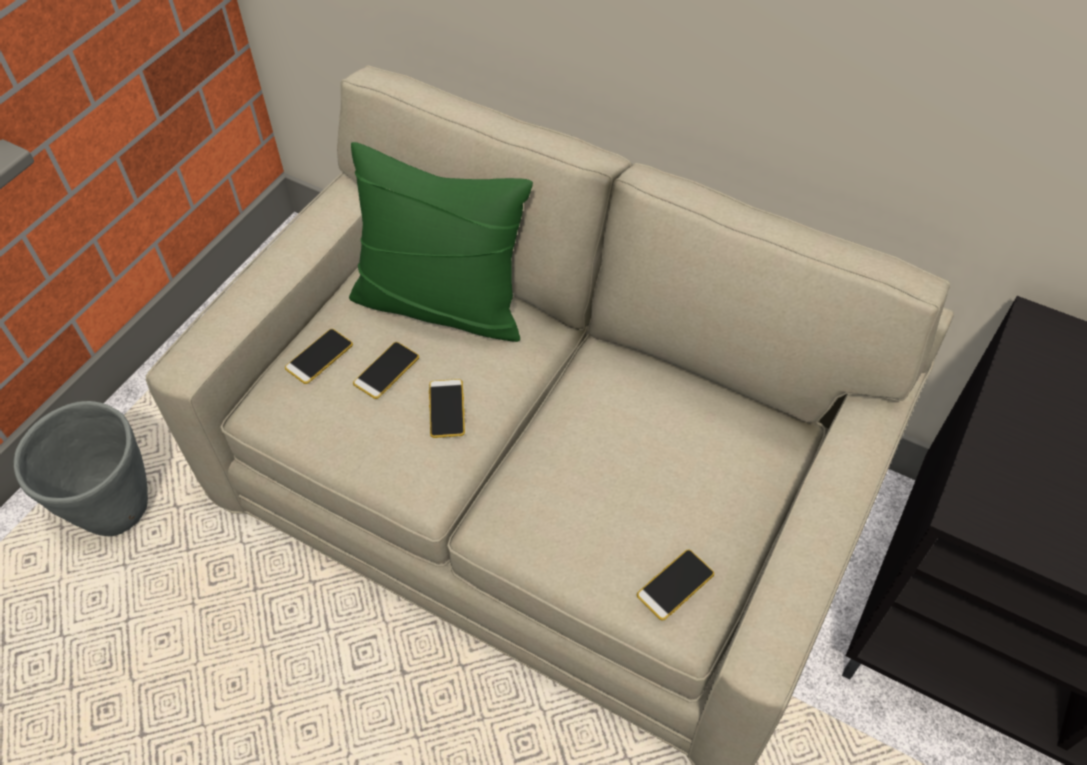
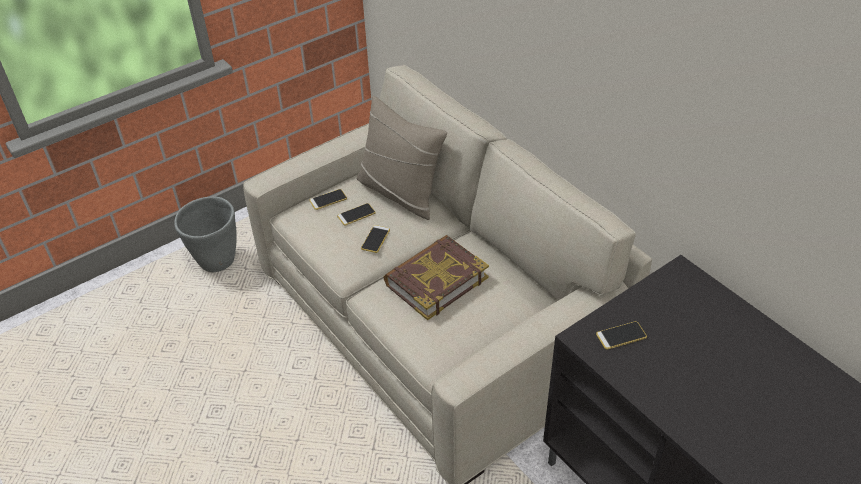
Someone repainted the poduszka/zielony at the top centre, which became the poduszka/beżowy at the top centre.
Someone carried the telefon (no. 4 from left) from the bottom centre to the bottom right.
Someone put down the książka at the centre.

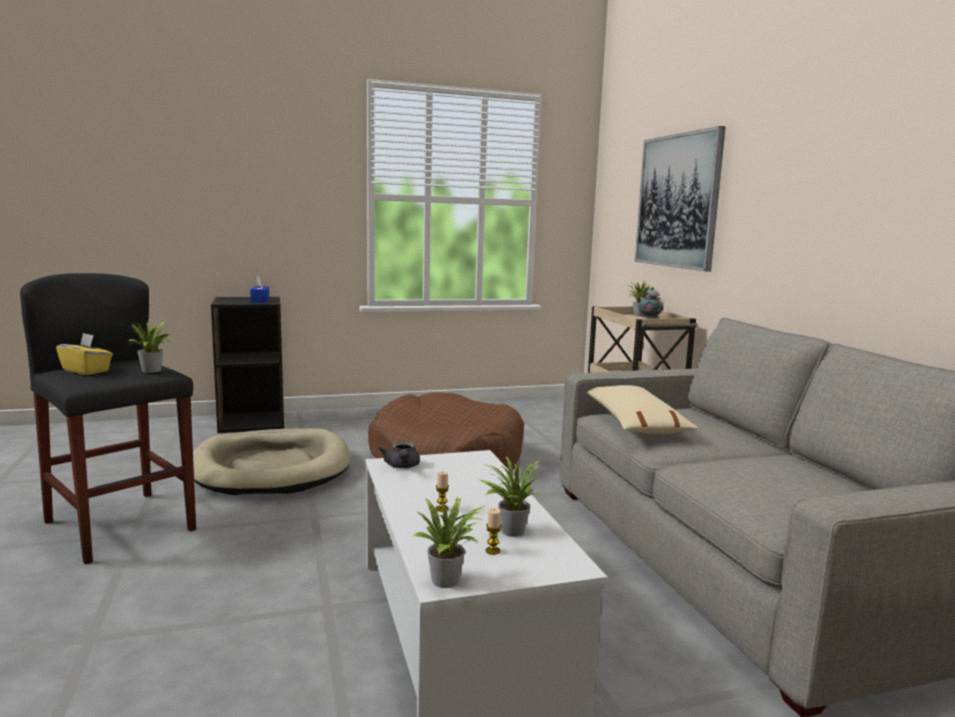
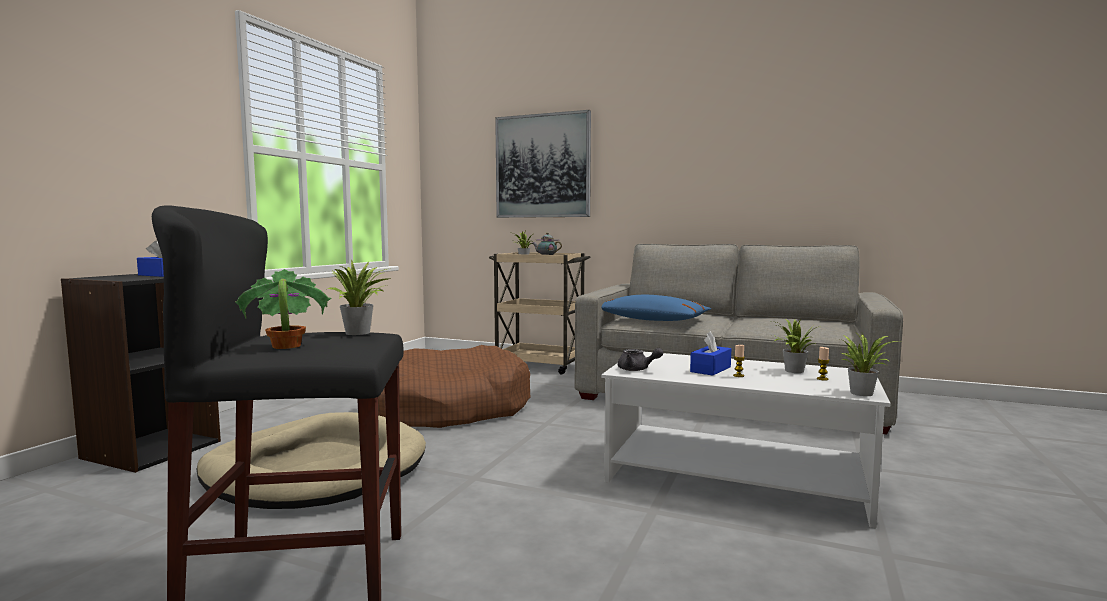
Someone swapped the pudełko chusteczek/żółty at the middle left for the roślina doniczkowa (no. 1 from left) at the middle left.
Someone repainted the poduszka/beżowy at the middle right, which became the poduszka/niebieski at the centre.
Someone put down the pudełko chusteczek/niebieski (no. 2 from left) at the centre.

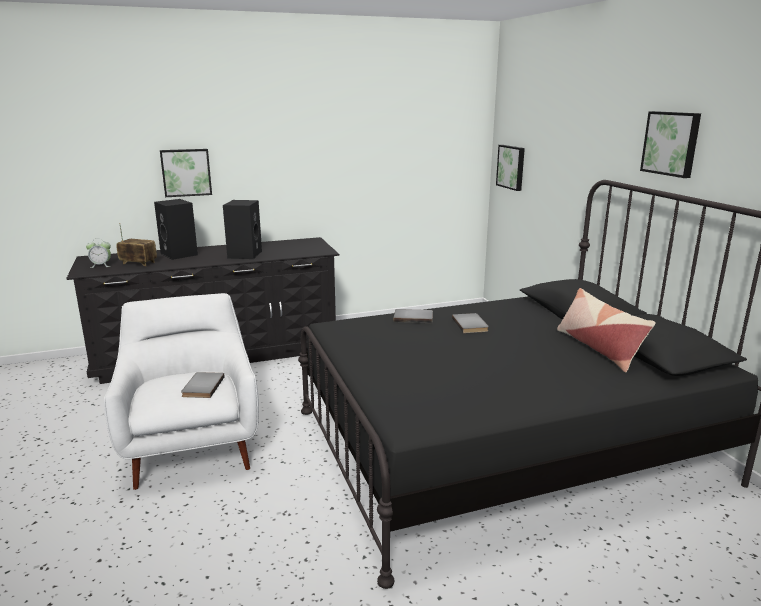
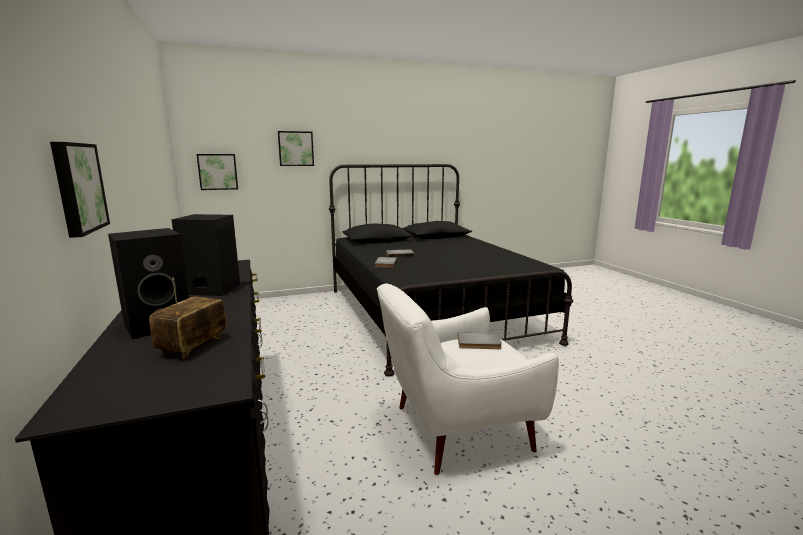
Someone took away the budzik at the middle left.
Someone took away the poduszka at the middle right.
Someone carried the obraz (no. 3 from left) from the top right to the top centre.

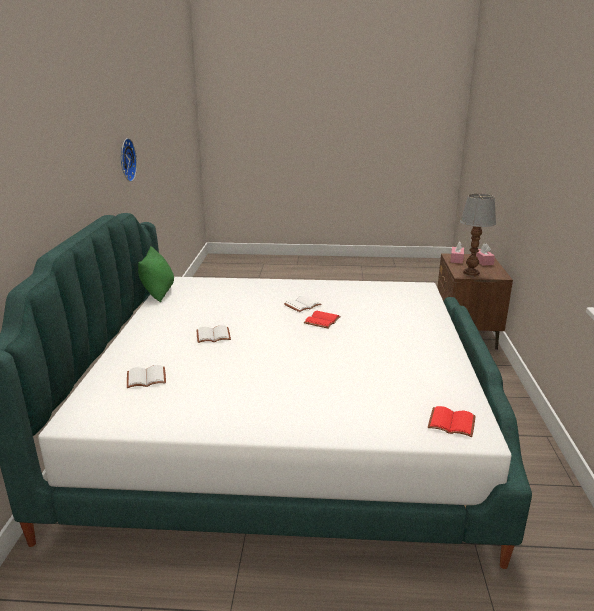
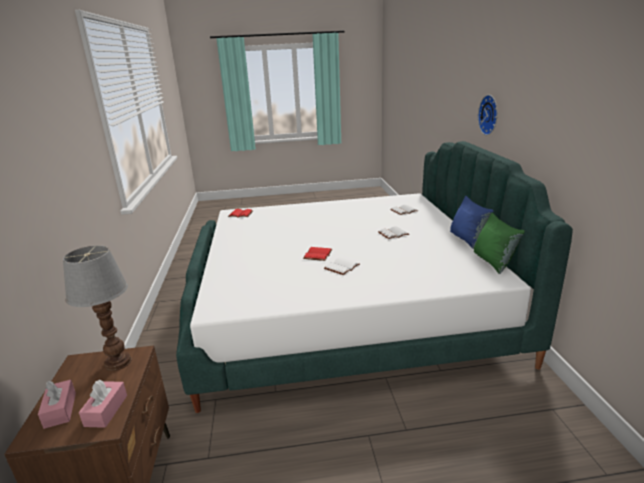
Someone carried the zegar ścienny from the top left to the top right.
Someone put down the poduszka/niebieski at the middle right.

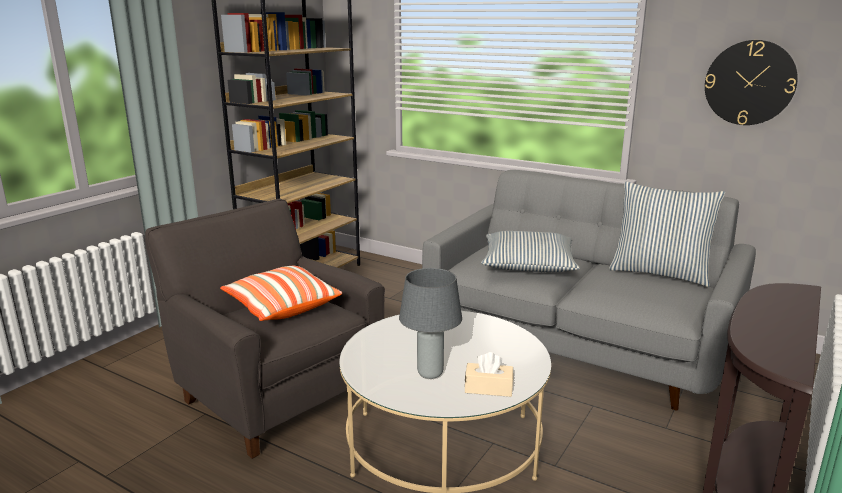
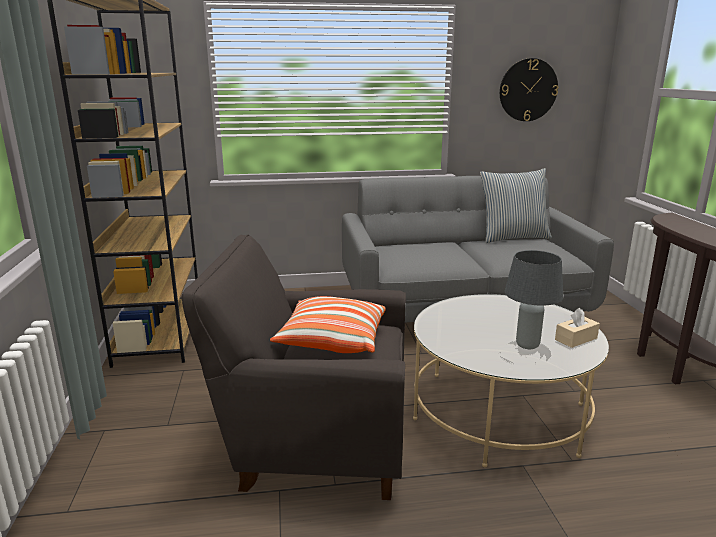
Someone took away the poduszka (no. 2 from left) at the centre.

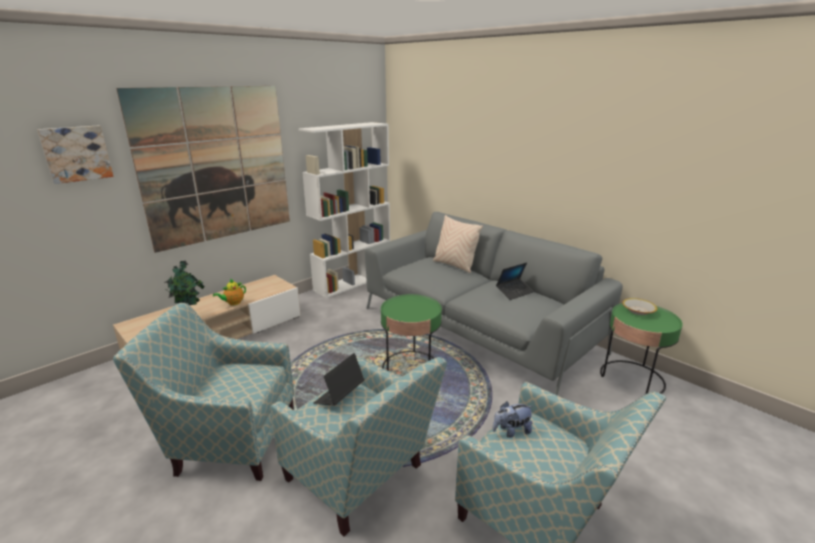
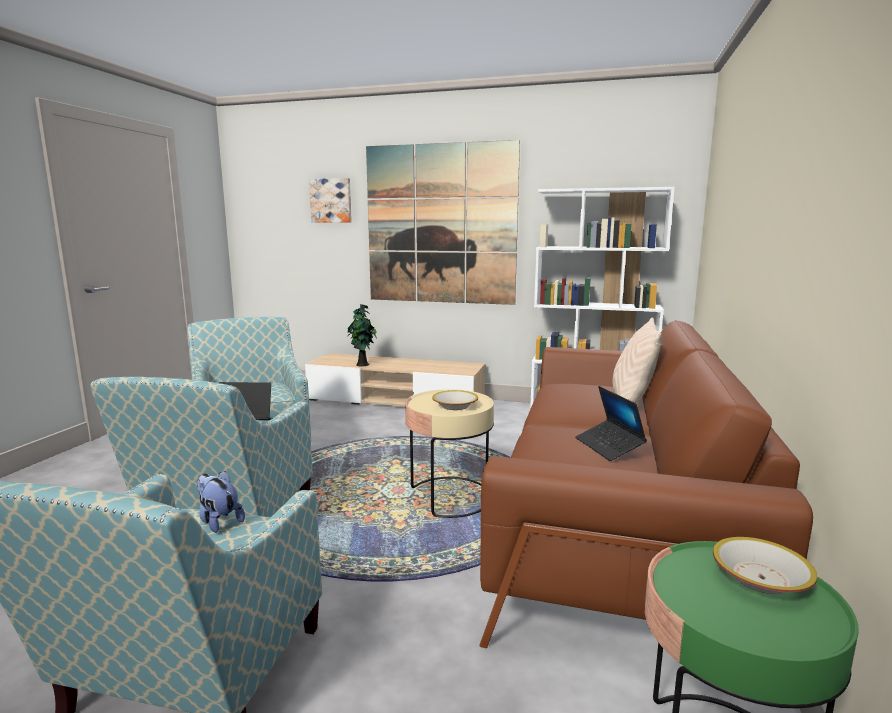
Someone took away the imbryk at the middle left.
Someone repainted the kanapa/szary at the centre, which became the kanapa/brązowy at the bottom right.
Someone repainted the stolik/zielony (no. 1 from left) at the centre, which became the stolik/beżowy at the centre.
Someone rotated the laptop (no. 2 from left) at the centre by 45 degrees clockwise.
Someone put down the miska (no. 1 from left) at the centre.

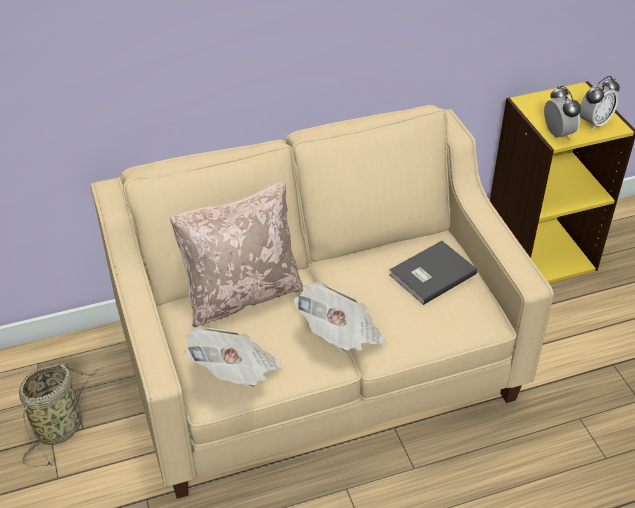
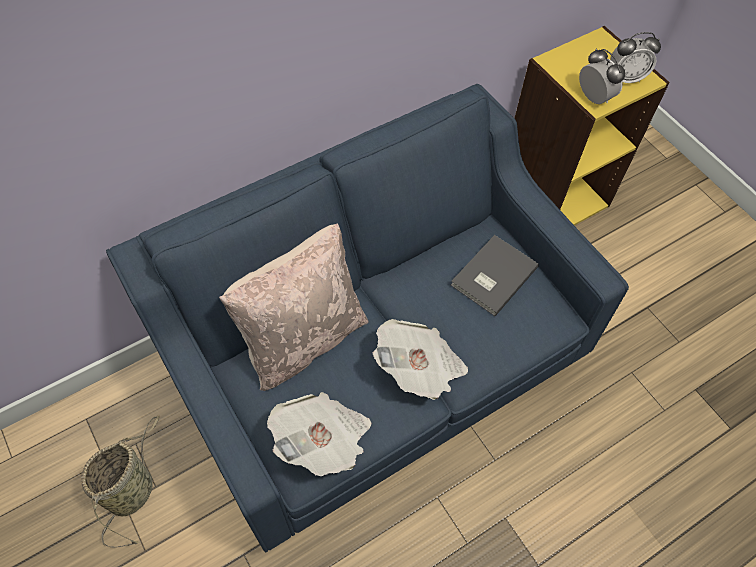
Someone repainted the kanapa/beżowy at the centre, which became the kanapa/niebieski at the centre.
Someone rotated the budzik (no. 2 from left) at the top right by 45 degrees clockwise.

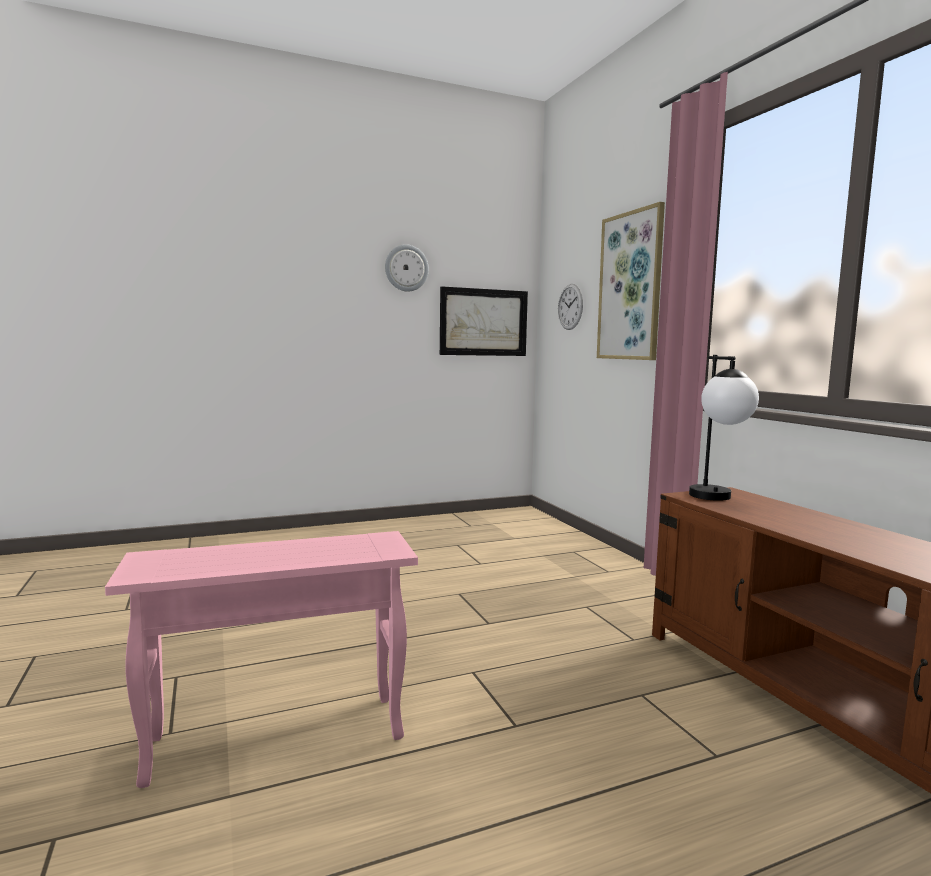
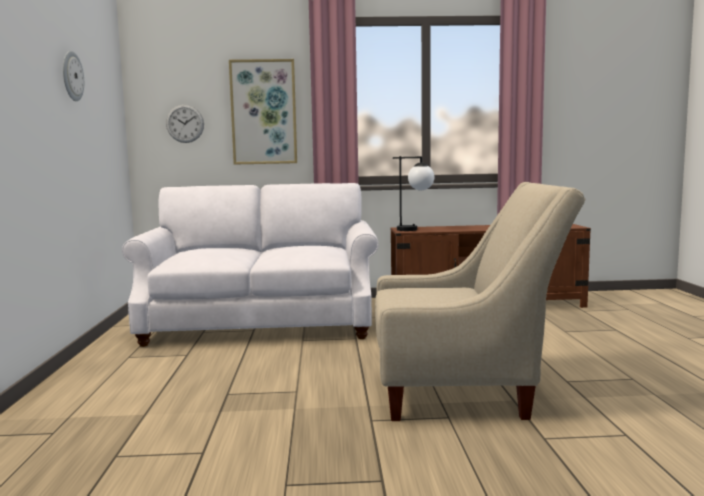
Someone swapped the stolik/różowy at the bottom left for the fotel/beżowy at the middle right.
Someone took away the obraz (no. 1 from left) at the centre.
Someone put down the kanapa/biały at the centre.

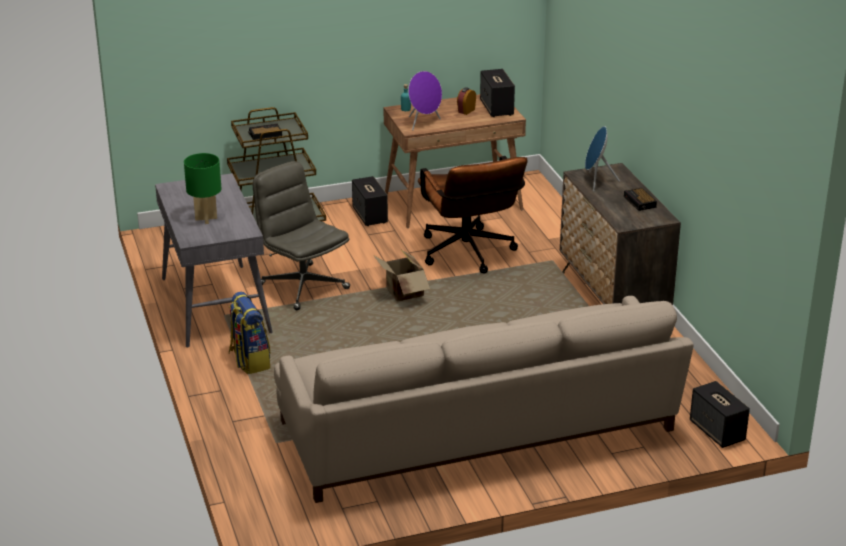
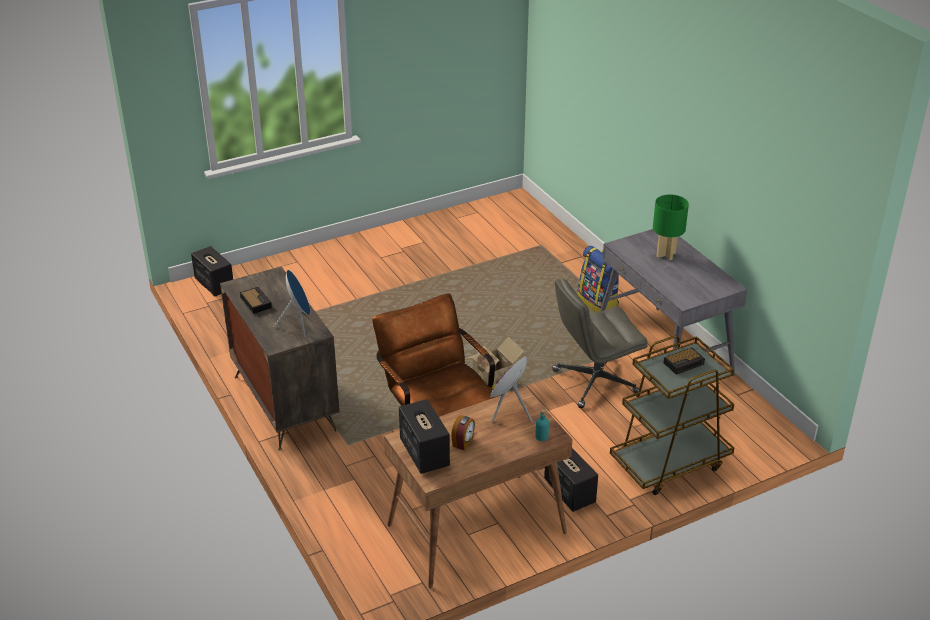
Someone rotated the krzesło biurowe/szary at the centre by 120 degrees clockwise.
Someone took away the kanapa/beżowy at the bottom centre.

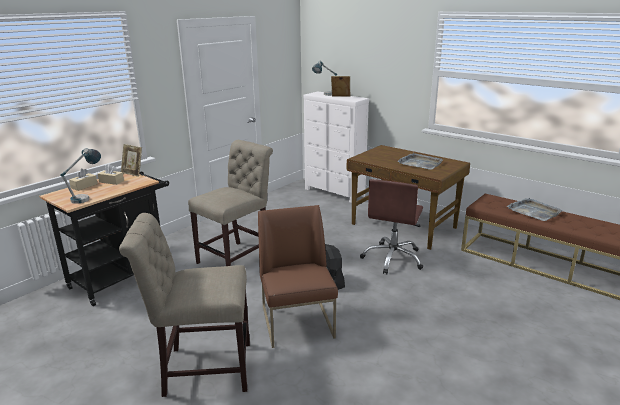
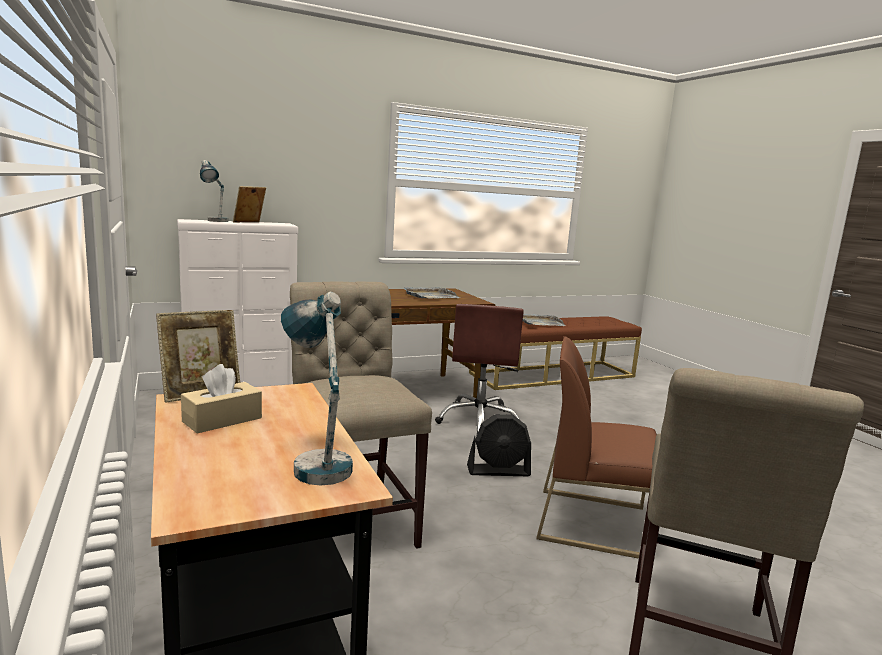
Someone took away the pudełko chusteczek/beżowy (no. 1 from left) at the middle left.
Someone rotated the krzesło biurowe/brązowy at the centre by 45 degrees clockwise.

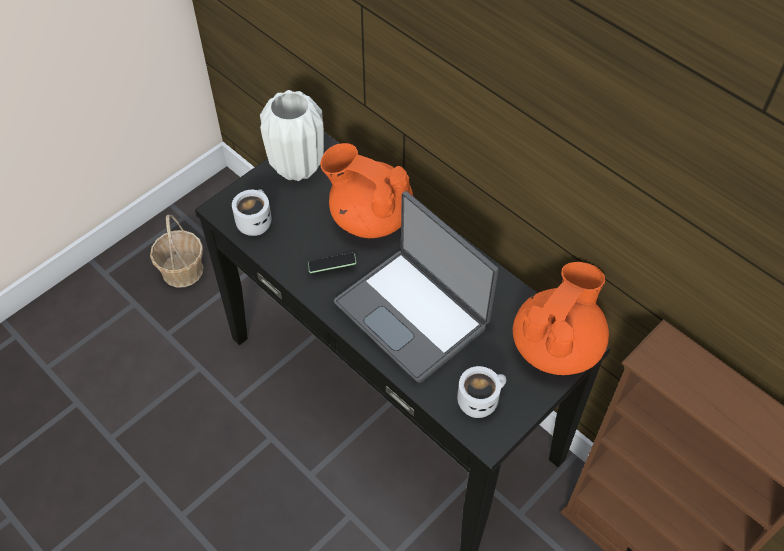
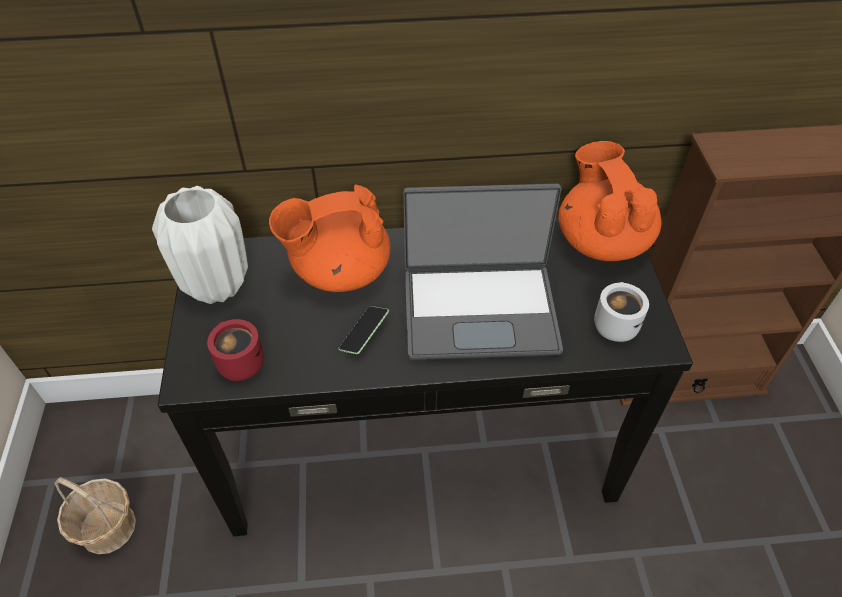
Someone repainted the kubek/biały (no. 1 from left) at the middle left, which became the kubek/czerwony at the middle left.

